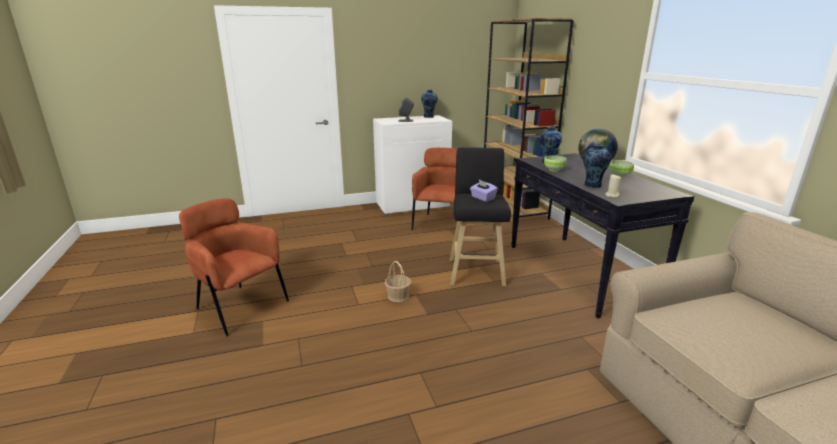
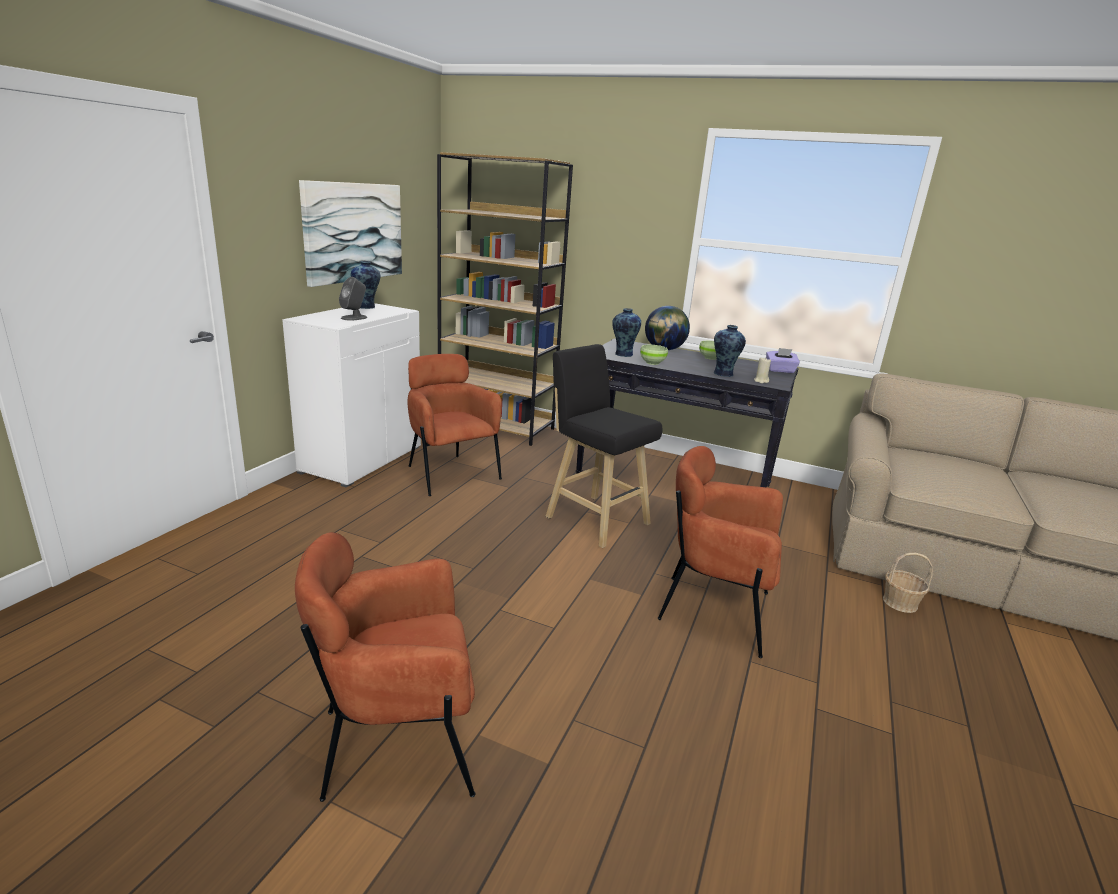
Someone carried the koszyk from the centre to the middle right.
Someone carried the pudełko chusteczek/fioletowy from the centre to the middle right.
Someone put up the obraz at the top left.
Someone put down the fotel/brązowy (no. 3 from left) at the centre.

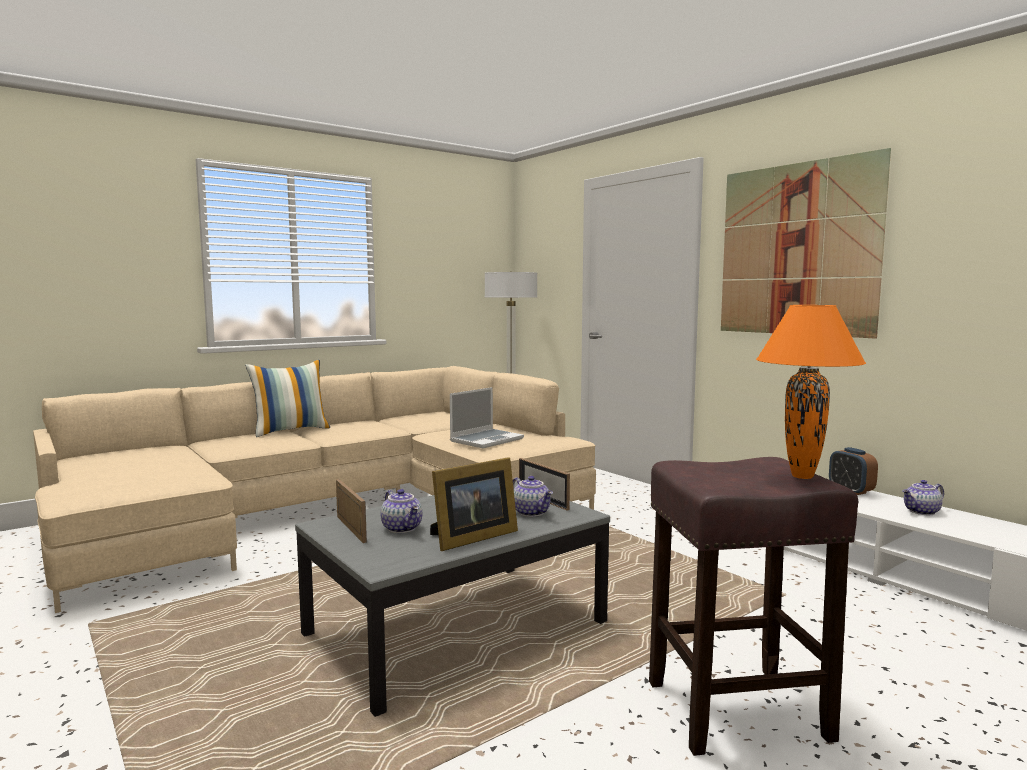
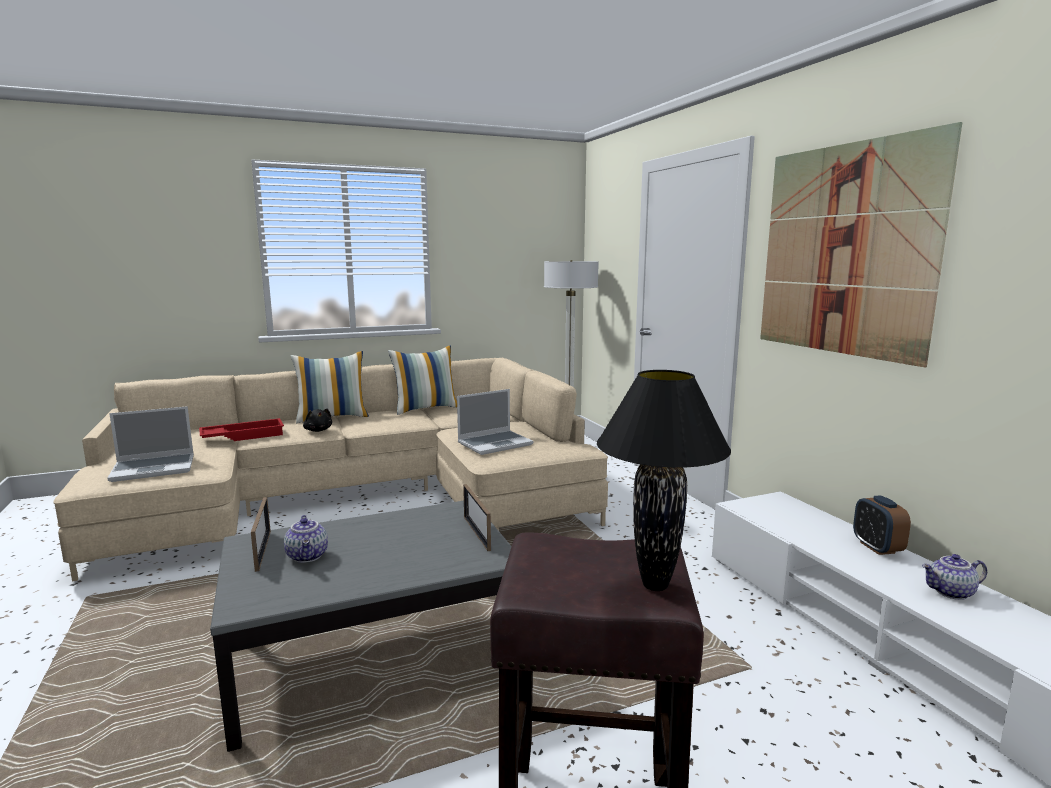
Someone took away the ramka na zdjęcie (no. 2 from left) at the centre.
Someone took away the imbryk (no. 2 from left) at the centre.
Someone repainted the lampa stołowa/pomarańczowy at the middle right, which became the lampa stołowa/czarny at the centre.
Someone put down the laptop (no. 1 from left) at the middle left.
Someone put down the taca/czerwony at the middle left.
Someone put down the pluszak/czarny at the middle left.
Someone put down the poduszka (no. 2 from left) at the centre.

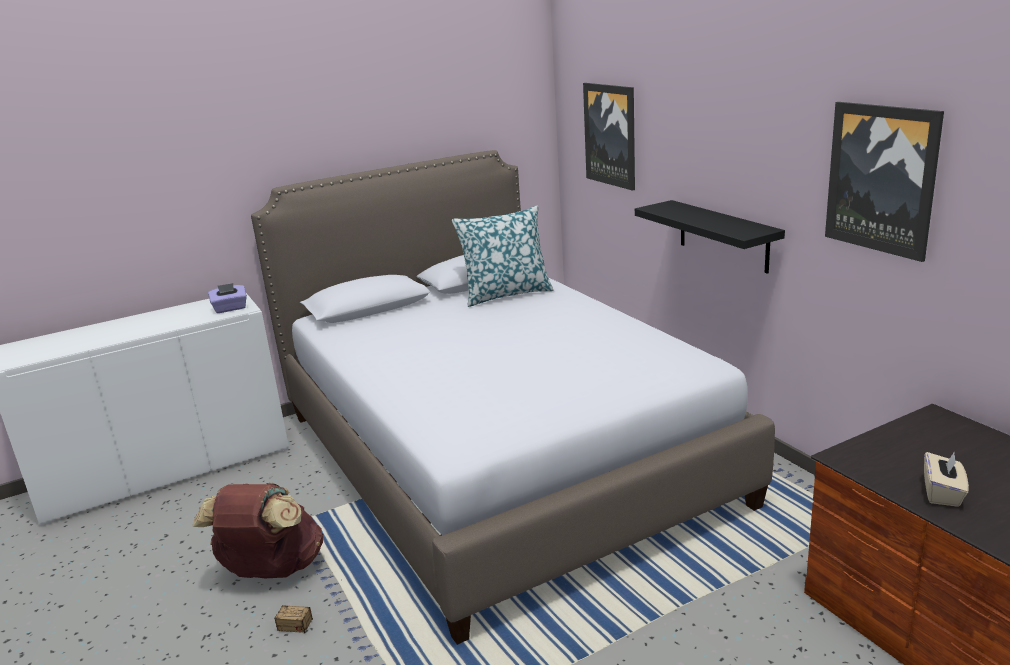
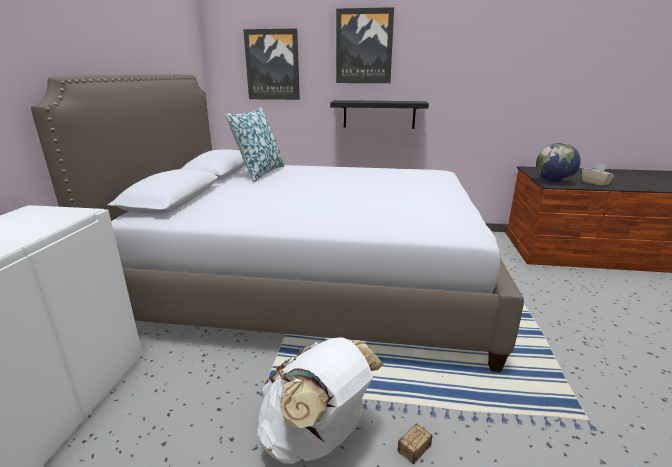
Someone repainted the plecak/brązowy at the bottom left, which became the plecak/biały at the bottom centre.
Someone took away the pudełko chusteczek/fioletowy at the middle left.
Someone carried the obraz (no. 2 from left) from the top right to the top centre.
Someone put down the globus at the middle right.

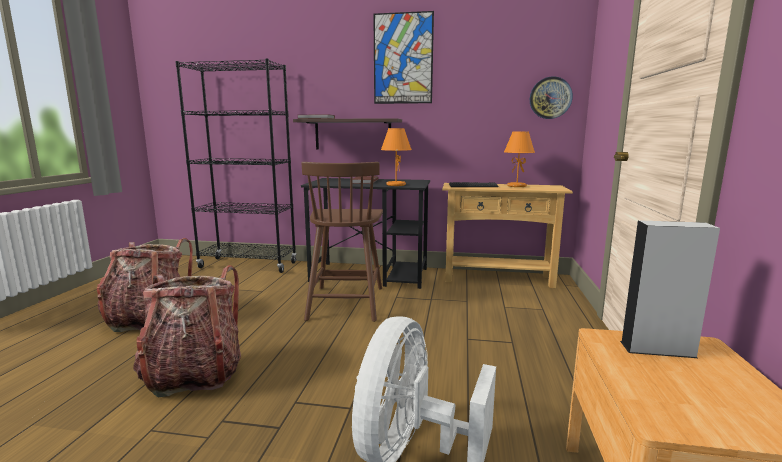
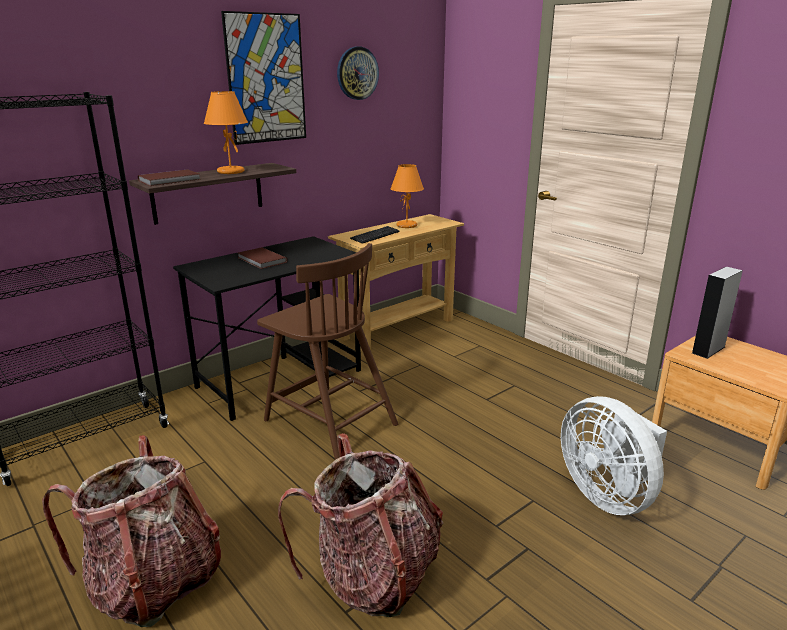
Someone carried the lampa stołowa/pomarańczowy (no. 1 from left) from the centre to the top left.
Someone carried the zegar ścienny from the top right to the top centre.

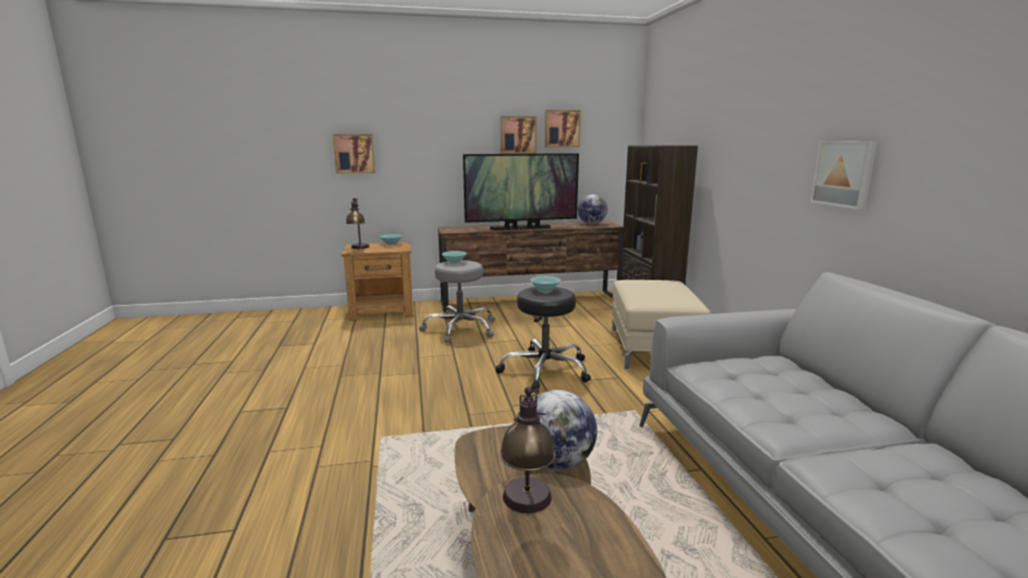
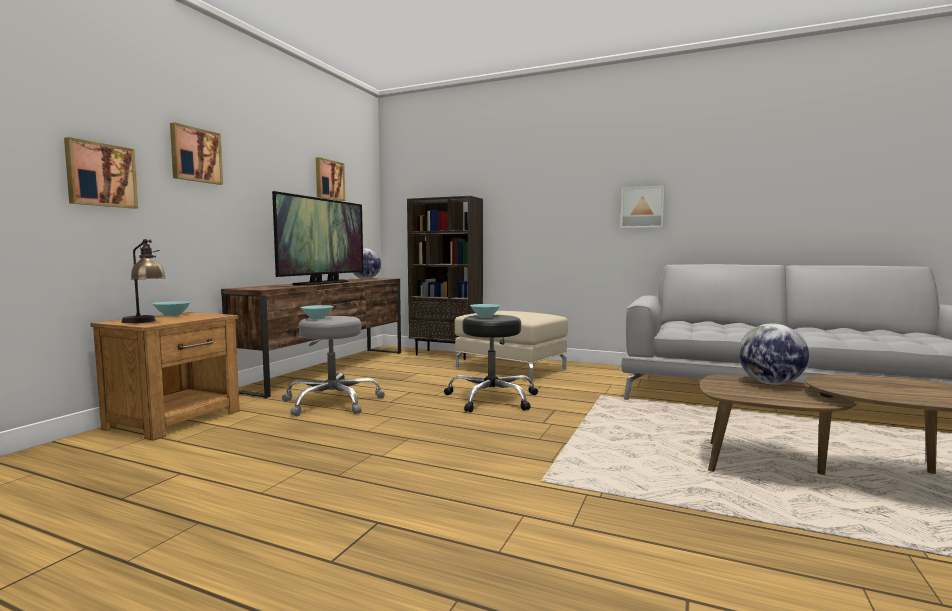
Someone carried the obraz (no. 2 from left) from the top centre to the top left.
Someone took away the lampa stołowa (no. 2 from left) at the bottom centre.

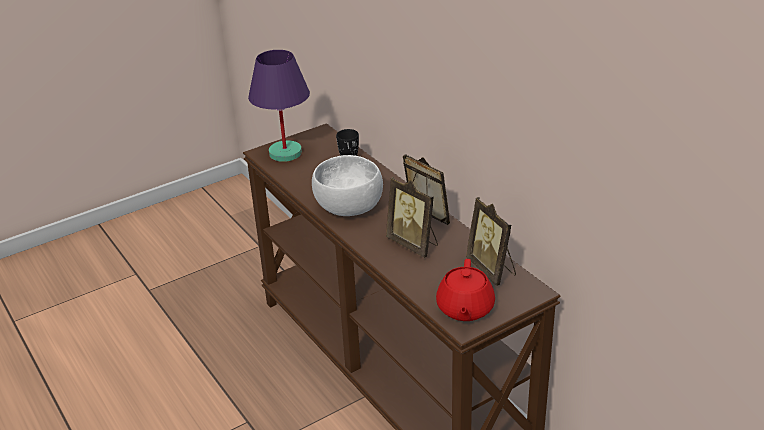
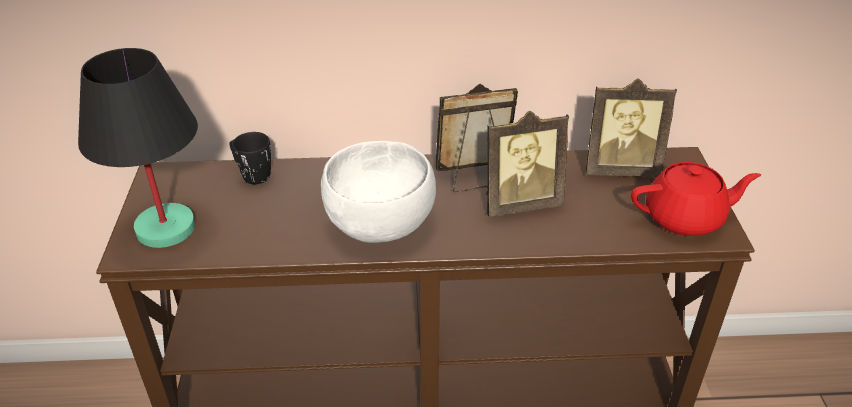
Someone repainted the lampa stołowa/fioletowy at the top centre, which became the lampa stołowa/czarny at the middle left.
Someone rotated the imbryk/czerwony at the bottom centre by 45 degrees counterclockwise.

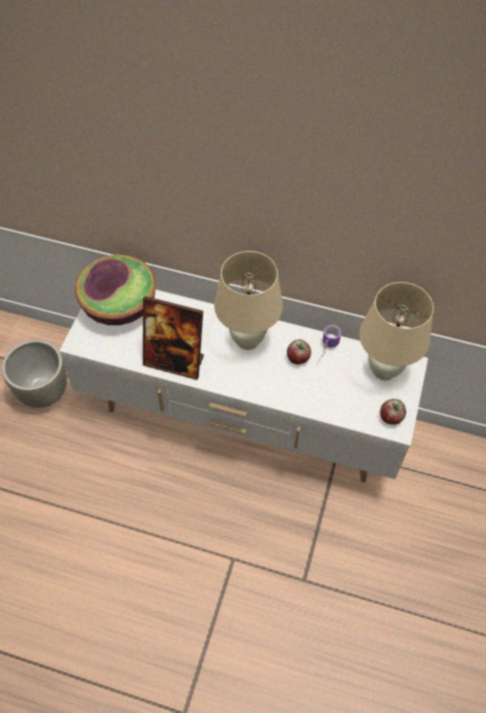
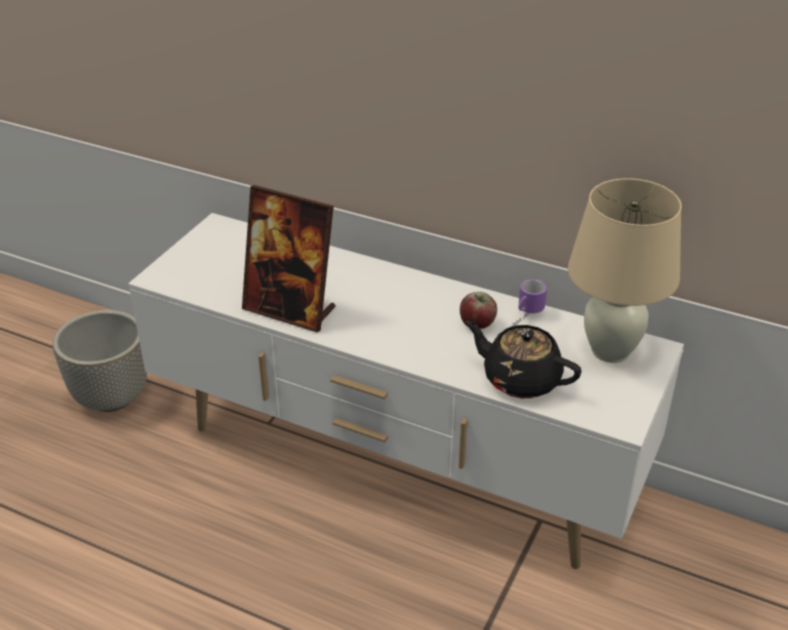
Someone took away the miska at the middle left.
Someone took away the lampa stołowa/beżowy (no. 1 from left) at the centre.
Someone took away the jabłko (no. 2 from left) at the middle right.
Someone put down the imbryk/czarny at the centre.

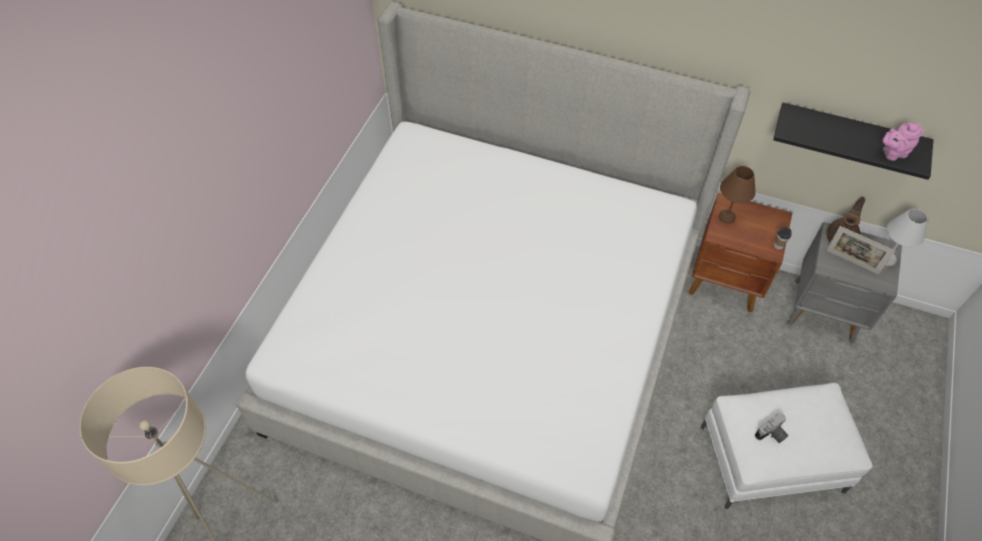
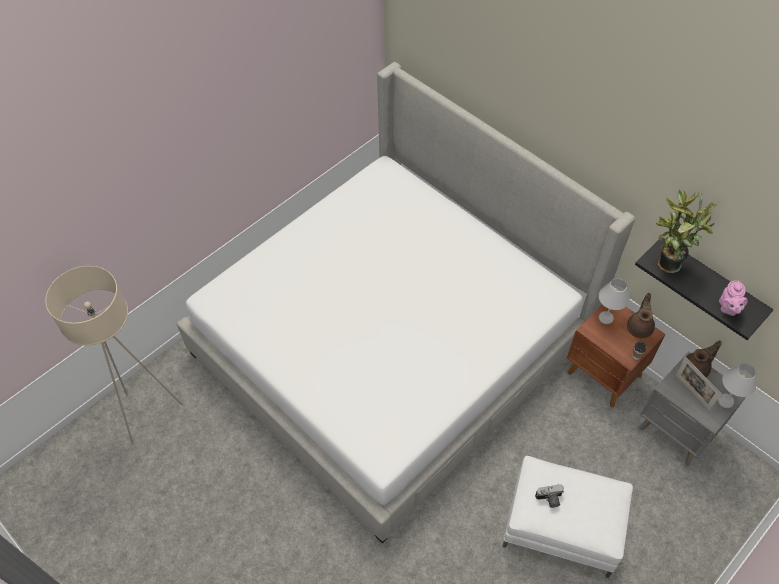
Someone repainted the lampa stołowa/brązowy at the middle right, which became the lampa stołowa/biały (no. 1 from left) at the middle right.
Someone rotated the imbryk/różowy at the top right by 90 degrees counterclockwise.
Someone put down the imbryk/brązowy (no. 1 from left) at the middle right.
Someone put down the roślina doniczkowa at the middle right.

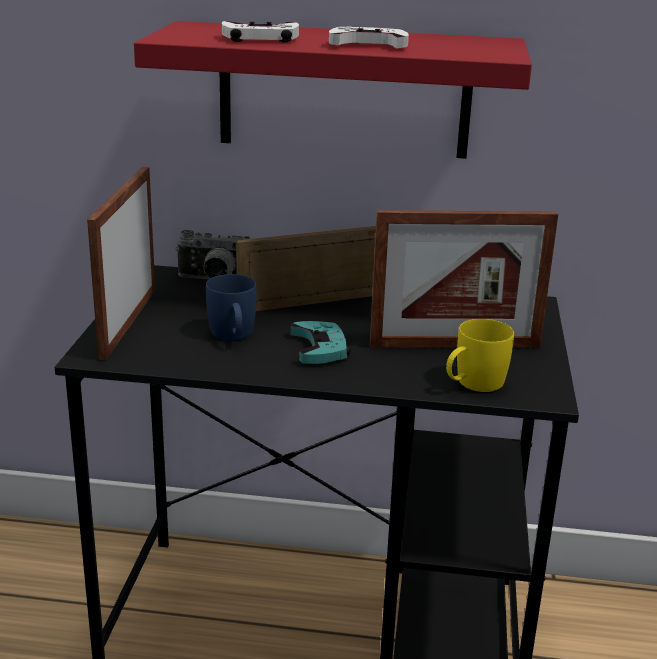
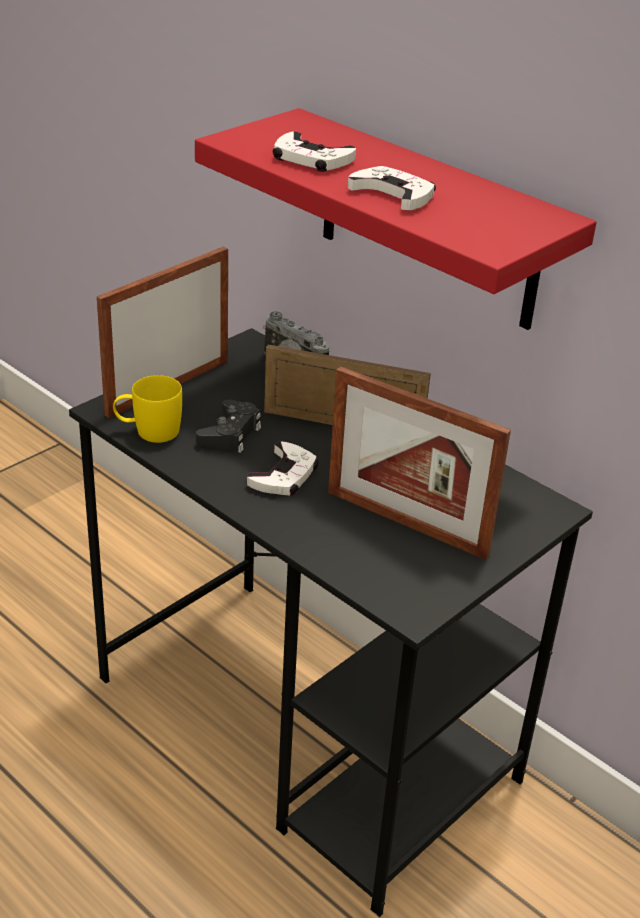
Someone swapped the kubek/niebieski at the centre for the pad do gier/czarny at the centre.
Someone repainted the pad do gier/turkusowy at the centre, which became the pad do gier/biały (no. 1 from left) at the centre.
Someone carried the kubek/żółty from the middle right to the middle left.

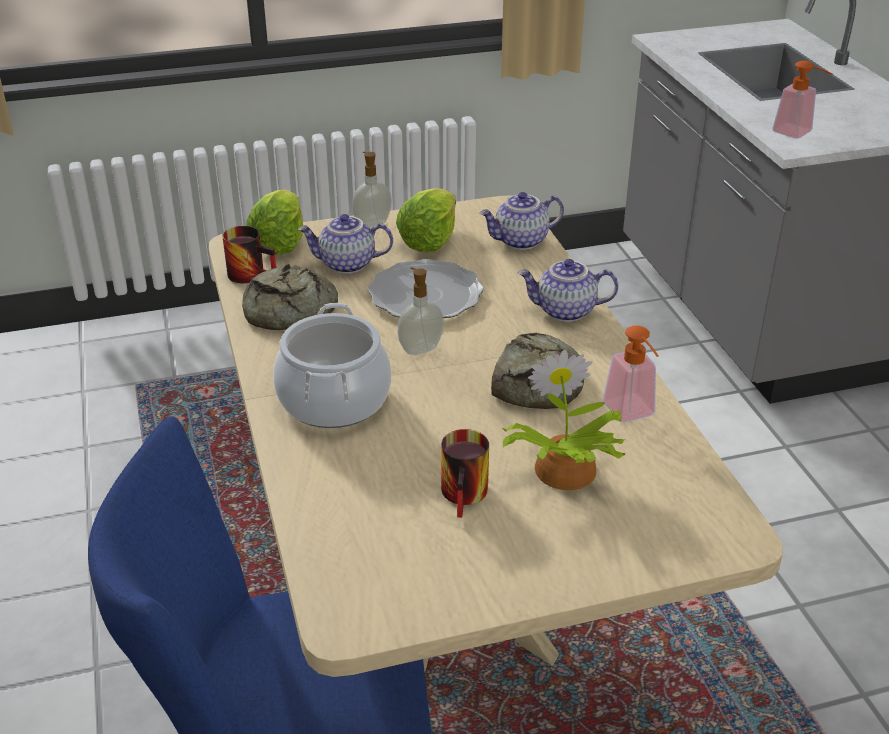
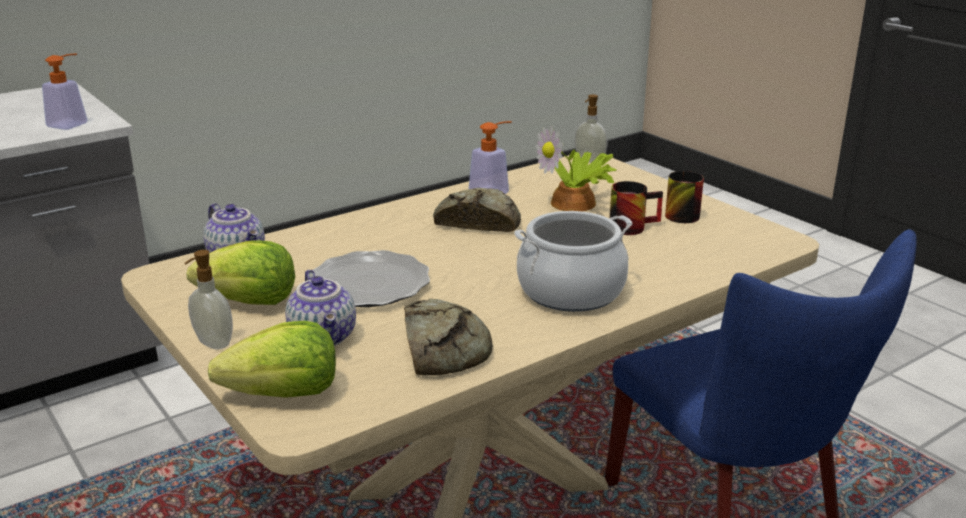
Someone carried the kubek (no. 1 from left in the first image) from the middle left to the middle right.
Someone carried the dozownik mydła (no. 2 from left in the first image) from the centre to the top centre.
Someone took away the imbryk (no. 3 from left) at the centre.

